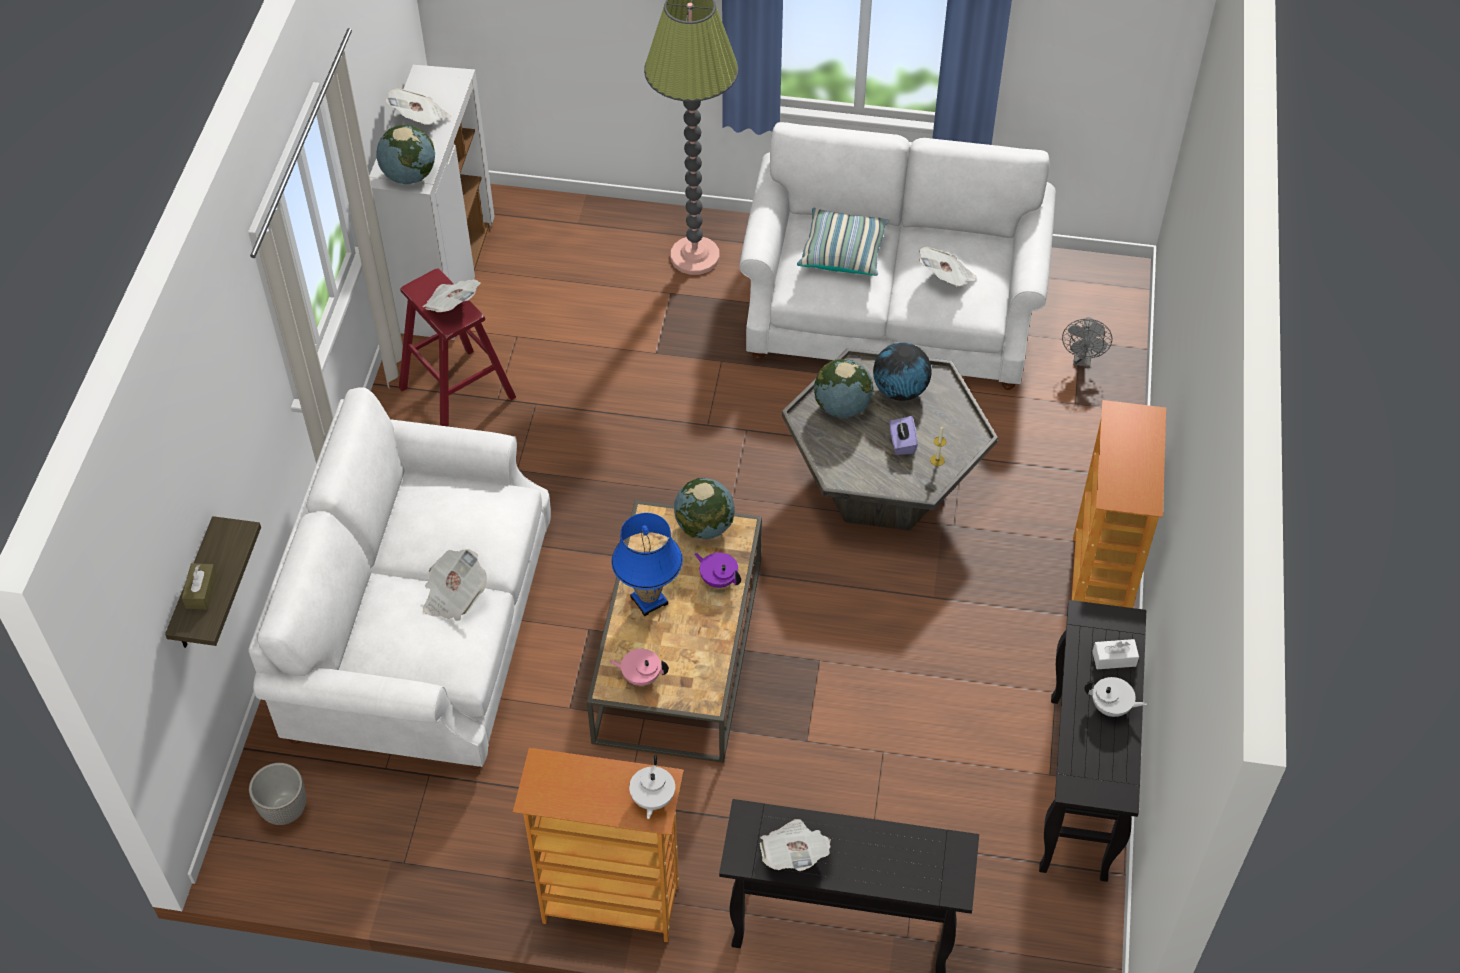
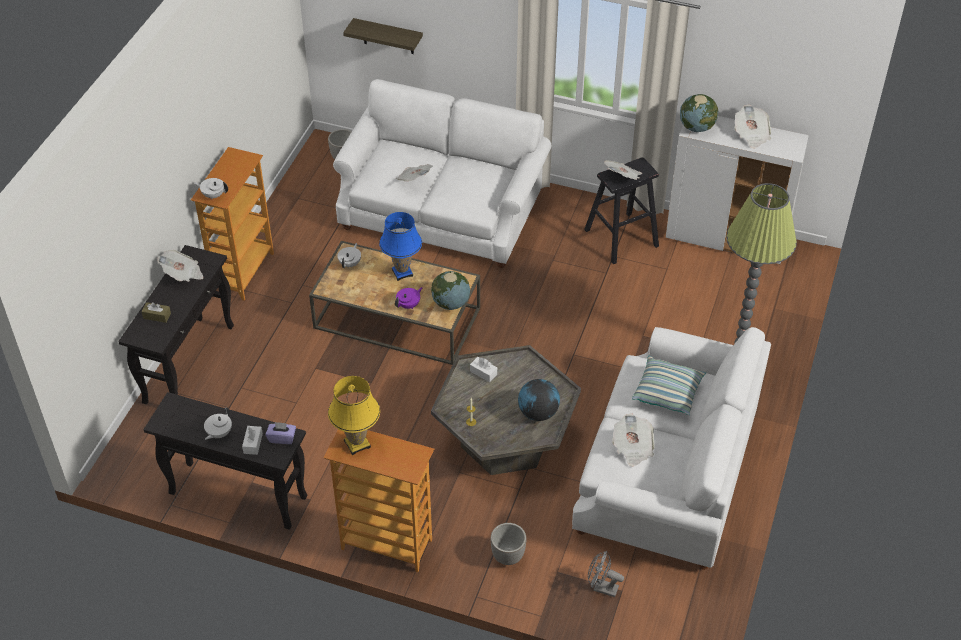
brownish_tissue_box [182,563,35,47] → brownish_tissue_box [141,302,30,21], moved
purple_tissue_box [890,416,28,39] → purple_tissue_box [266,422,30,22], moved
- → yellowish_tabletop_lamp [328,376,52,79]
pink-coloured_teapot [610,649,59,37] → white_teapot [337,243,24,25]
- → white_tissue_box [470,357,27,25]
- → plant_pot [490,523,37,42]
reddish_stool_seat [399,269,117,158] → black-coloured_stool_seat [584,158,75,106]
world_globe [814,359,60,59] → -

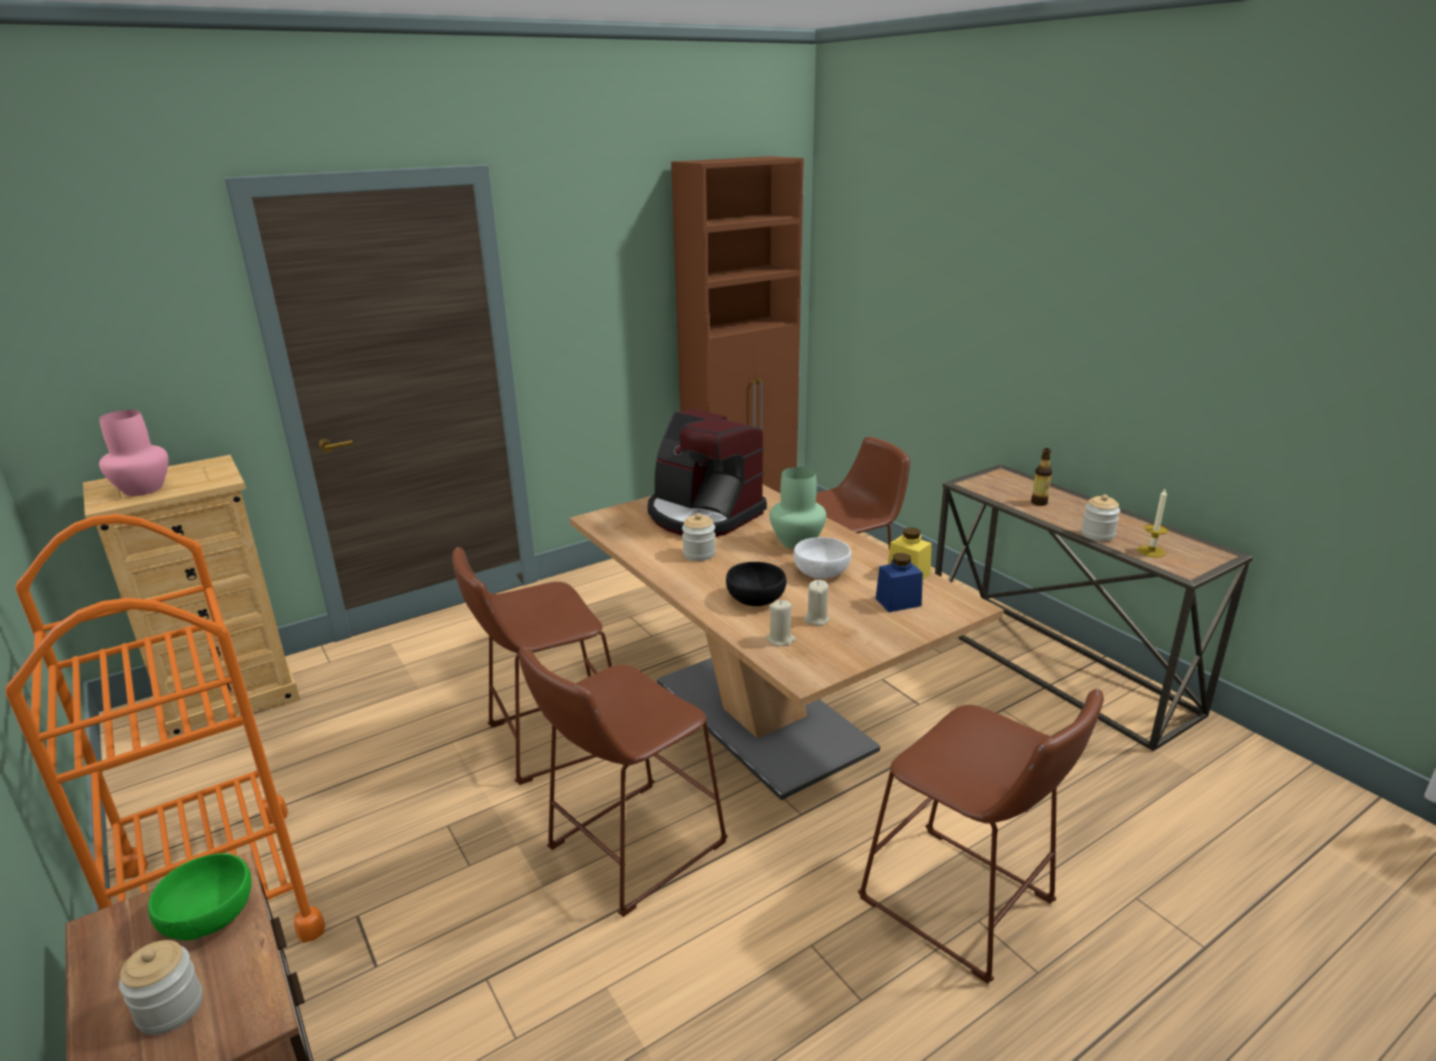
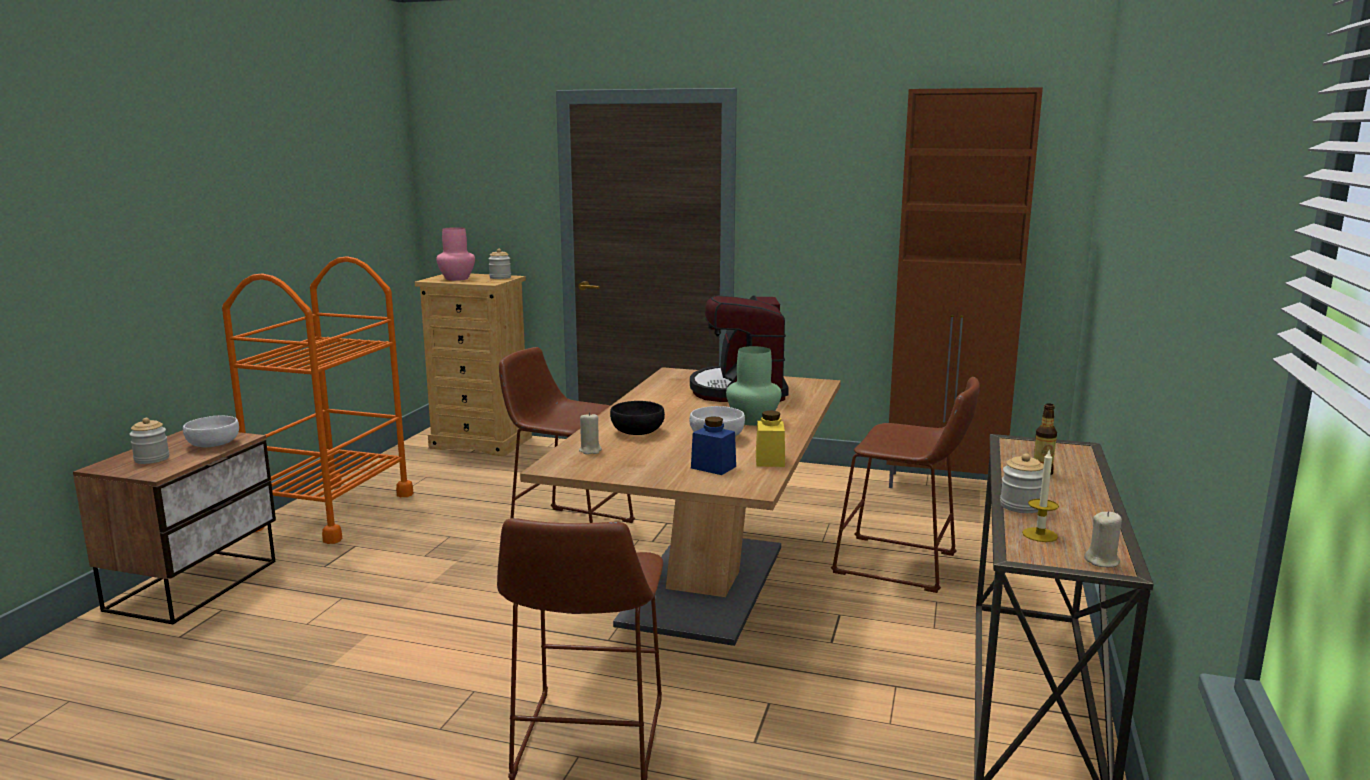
green_bowl [148,853,103,88] → white_bowl [183,415,56,32]
storage_jar [682,513,34,48] → storage_jar [489,249,22,30], moved
beige-coloured_wax_light [804,580,26,46] → beige-coloured_wax_light [1084,511,38,57], moved
brownish_stool_seat [519,646,209,271] → -

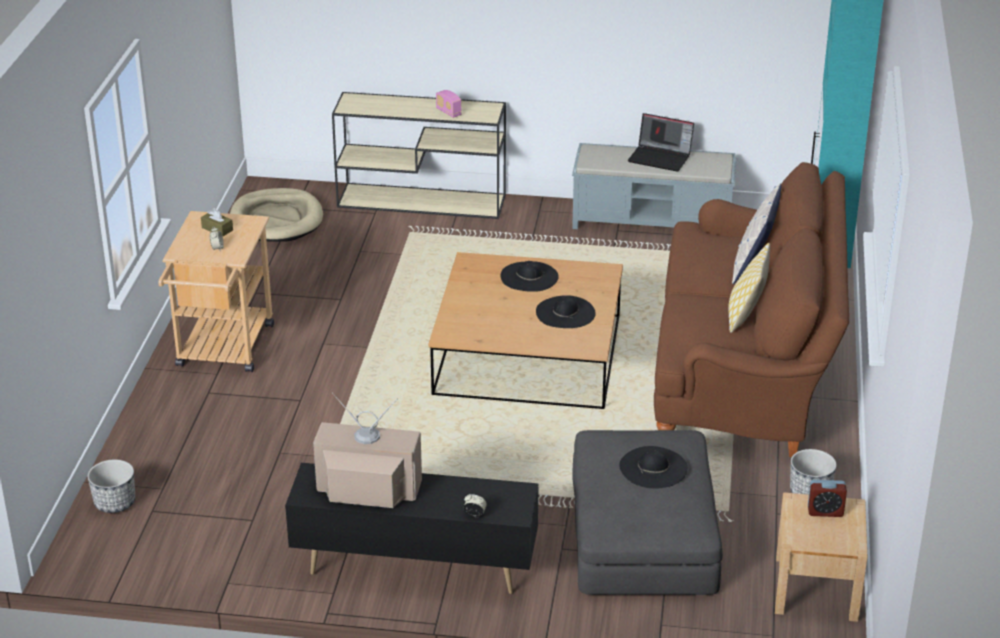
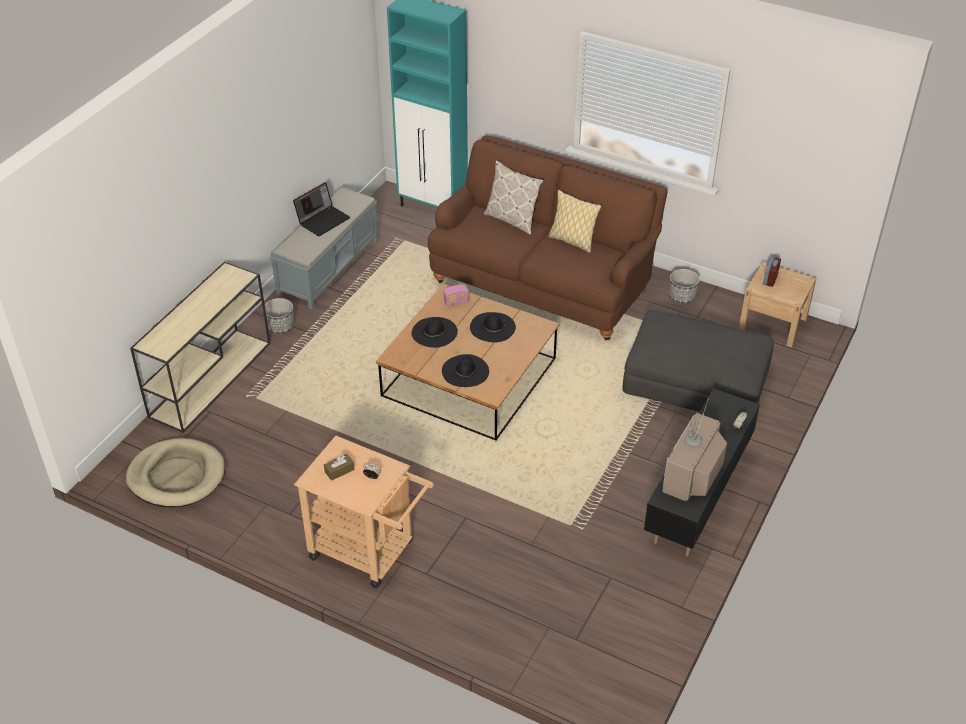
plant_pot [88,459,47,54] → plant_pot [263,298,31,36], moved
black-coloured_wearable_hat [619,446,69,43] → black-coloured_wearable_hat [442,354,47,33], moved
radio_set [436,90,26,28] → radio_set [444,285,25,21], moved

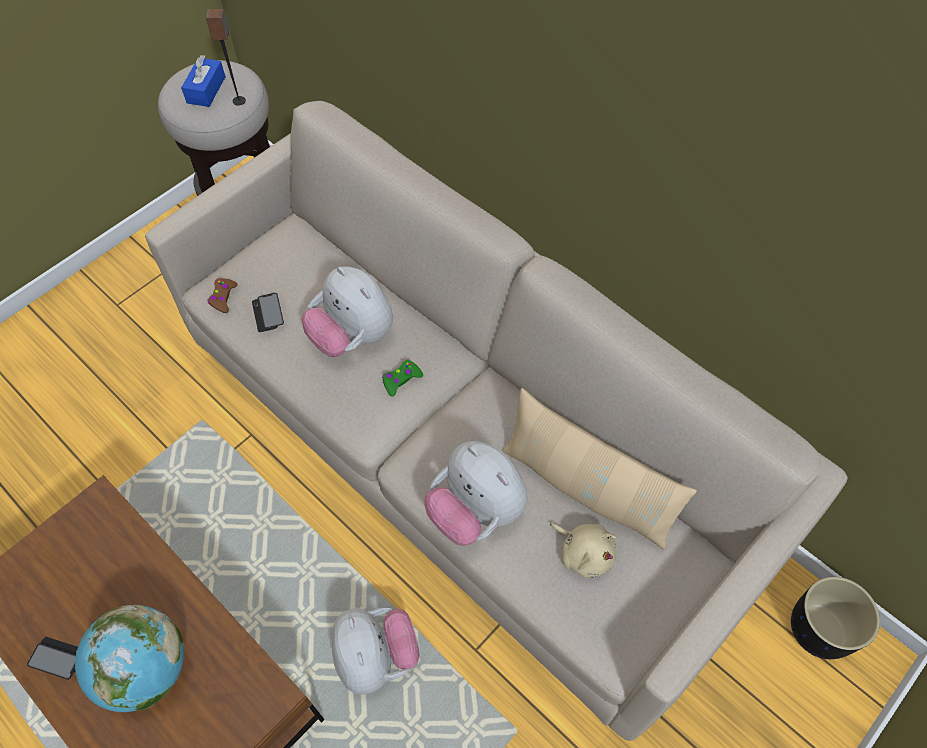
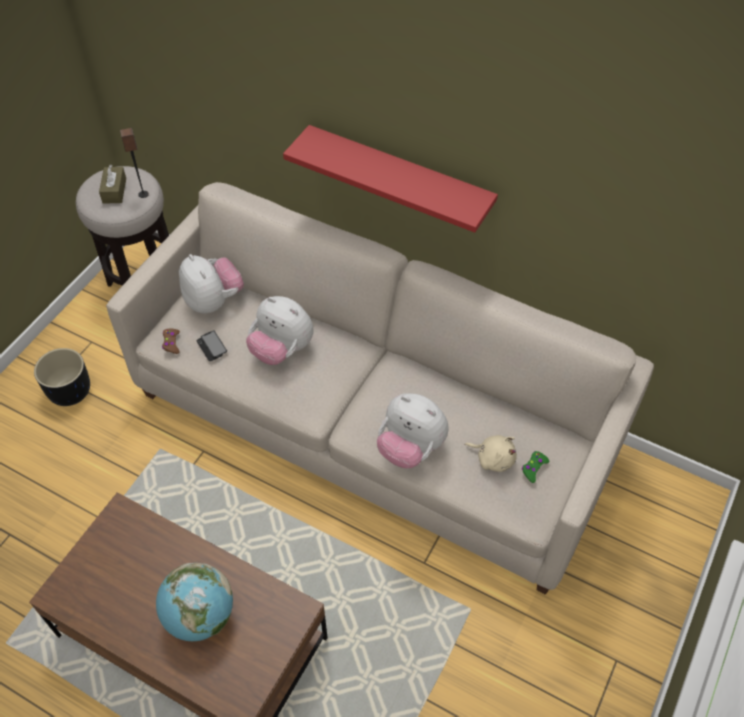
black-coloured_plant_pot [791,577,89,82] → black-coloured_plant_pot [34,348,56,58], moved
blue-coloured_tissue_box [181,55,45,52] → brownish_tissue_box [99,165,27,39]
soft_toy [332,607,88,88] → soft_toy [179,254,65,60], moved
- → reddish_shelf [283,125,215,108]
green_joypad [382,360,41,37] → green_joypad [522,451,27,32], moved
handset [27,637,51,43] → -
beige-coloured_throw_pillow [502,388,195,162] → -

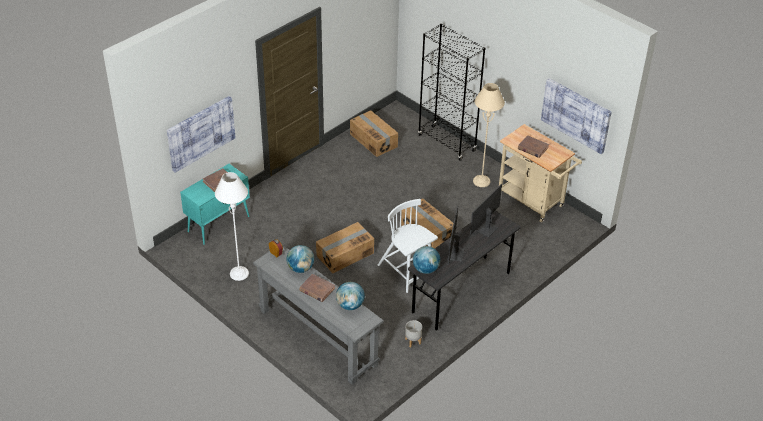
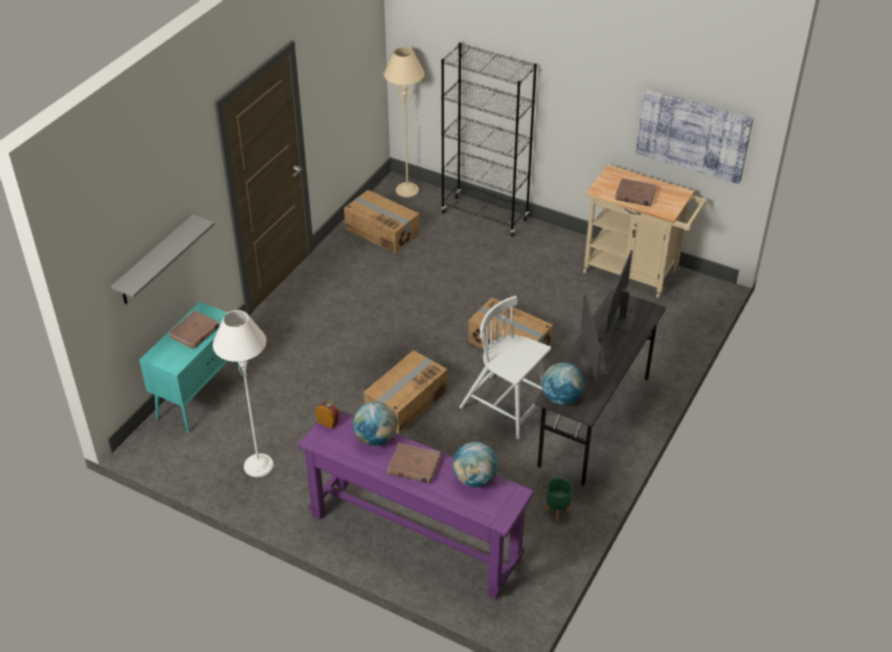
wall_art [167,96,69,77] → gray_shelf [111,214,104,90]
gray_narrow_table [253,245,130,140] → purple_narrow_table [297,410,237,189]
beige-coloured_standard_lamp [473,83,32,104] → beige-coloured_standard_lamp [384,47,41,150], moved
gray_plant_pot [405,320,17,27] → green_plant_pot [545,478,27,42]

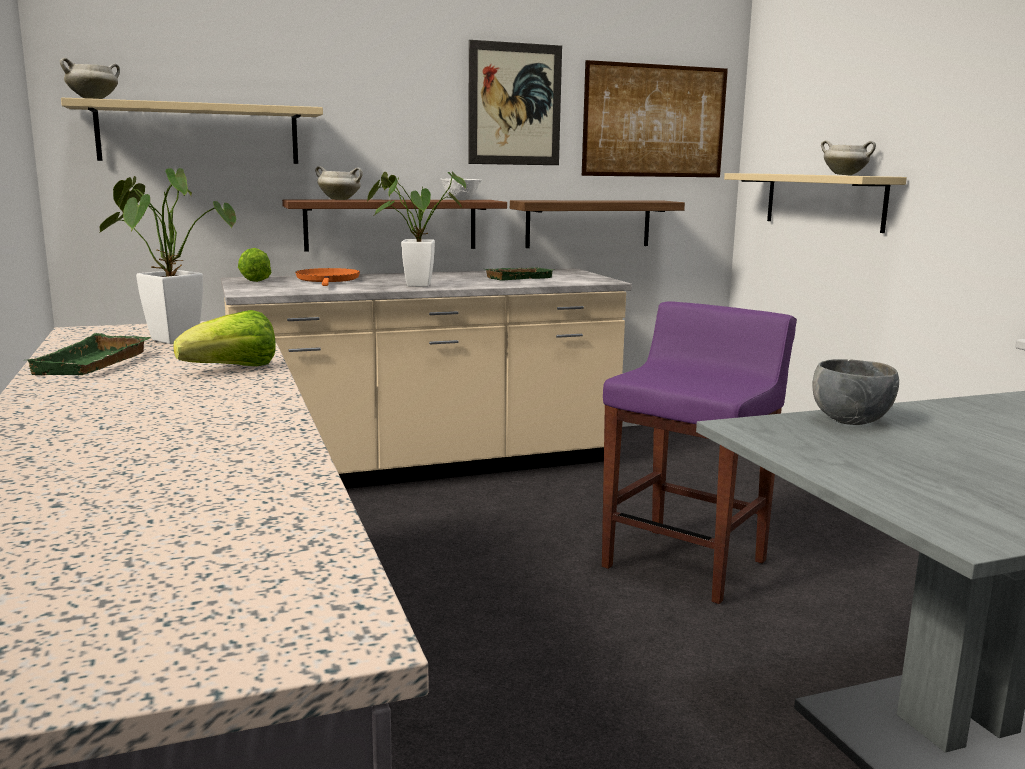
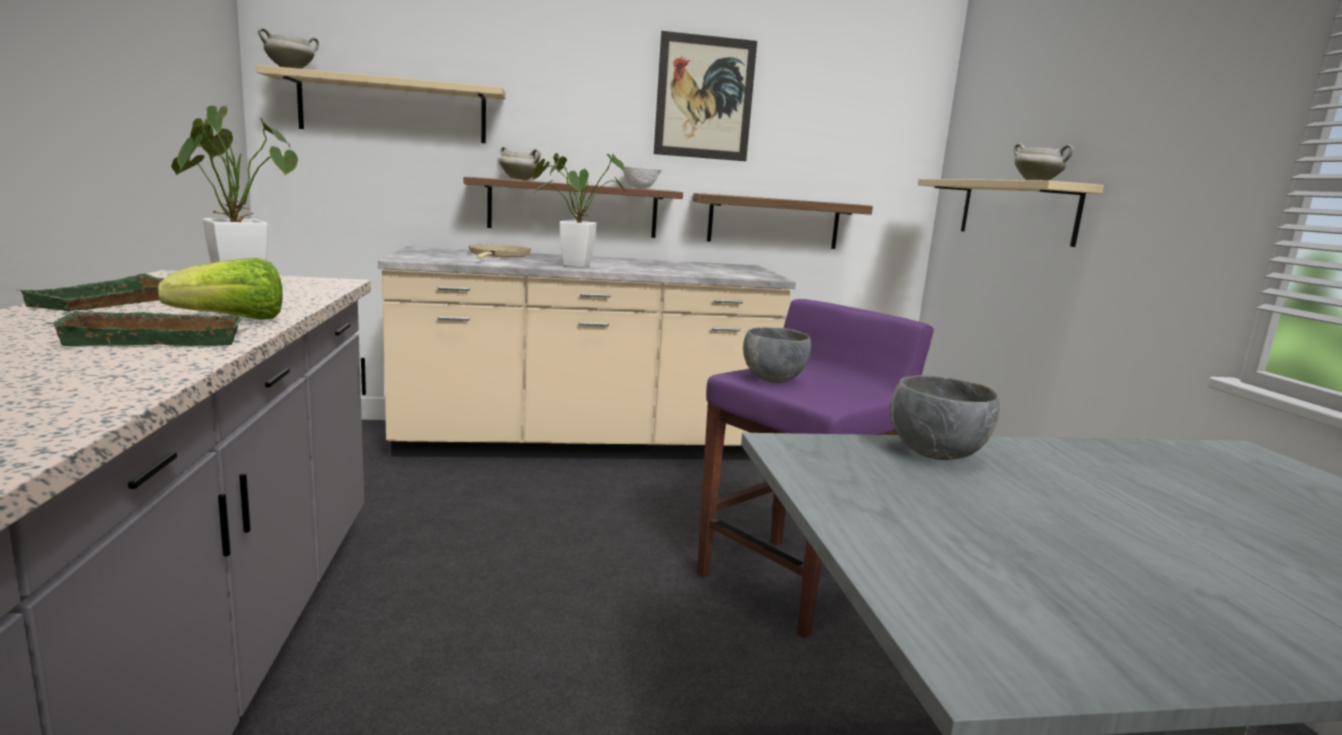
green_tray [486,267,67,14] → green_tray [45,311,202,35], moved
orangey_pan [295,268,65,18] → beige-coloured_pan [469,244,62,15]
- → gray_bowl [743,327,68,56]
lettuce [238,248,34,34] → -
wall_art [582,60,146,117] → -

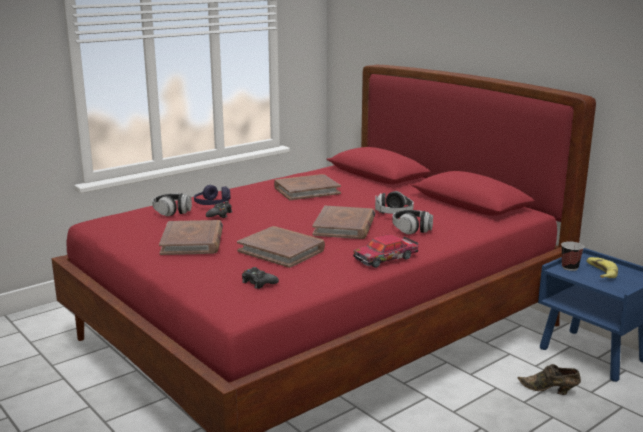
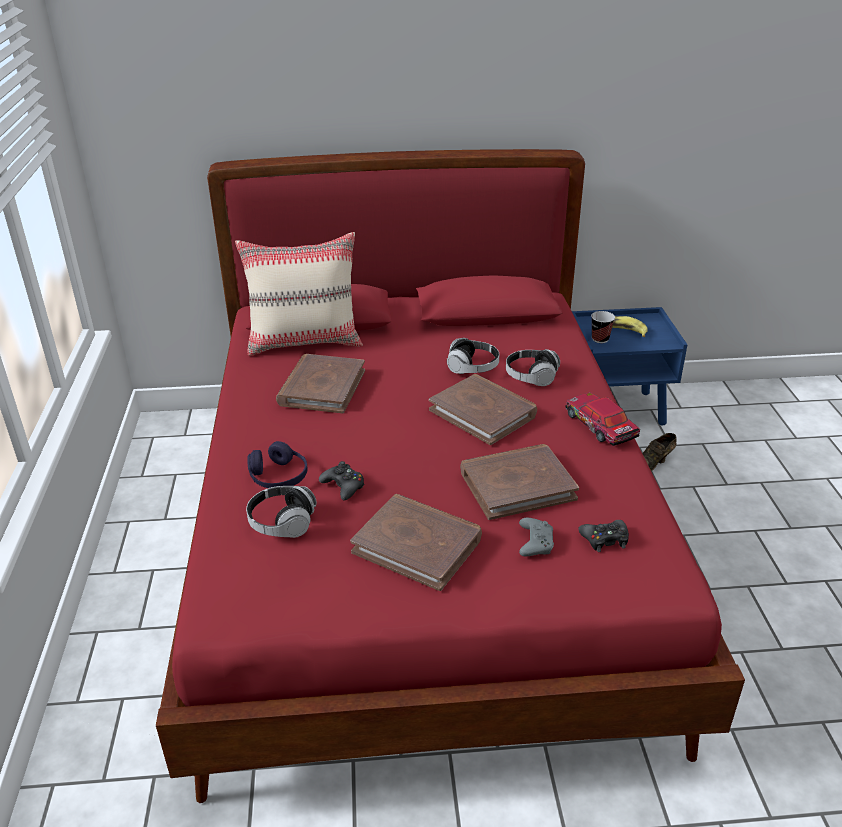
- → beige-coloured_throw_pillow [235,232,128,124]
- → gray_joypad [519,518,35,38]
miniature_car [353,234,65,34] → miniature_car [565,392,75,54], 150 degrees clockwise

